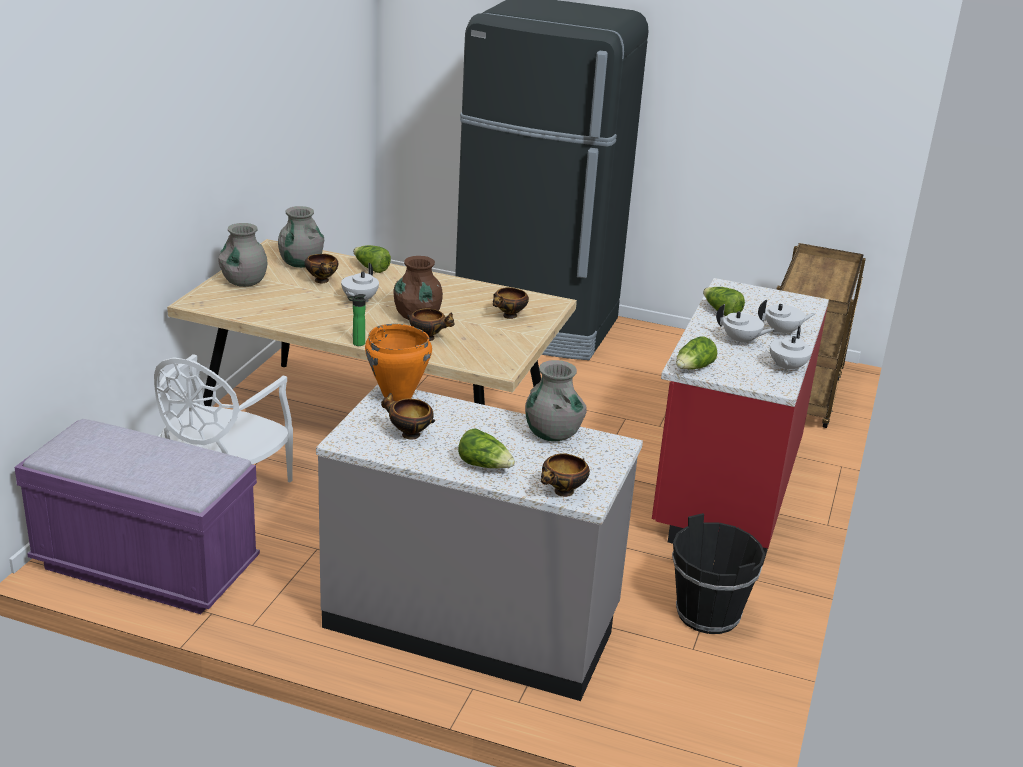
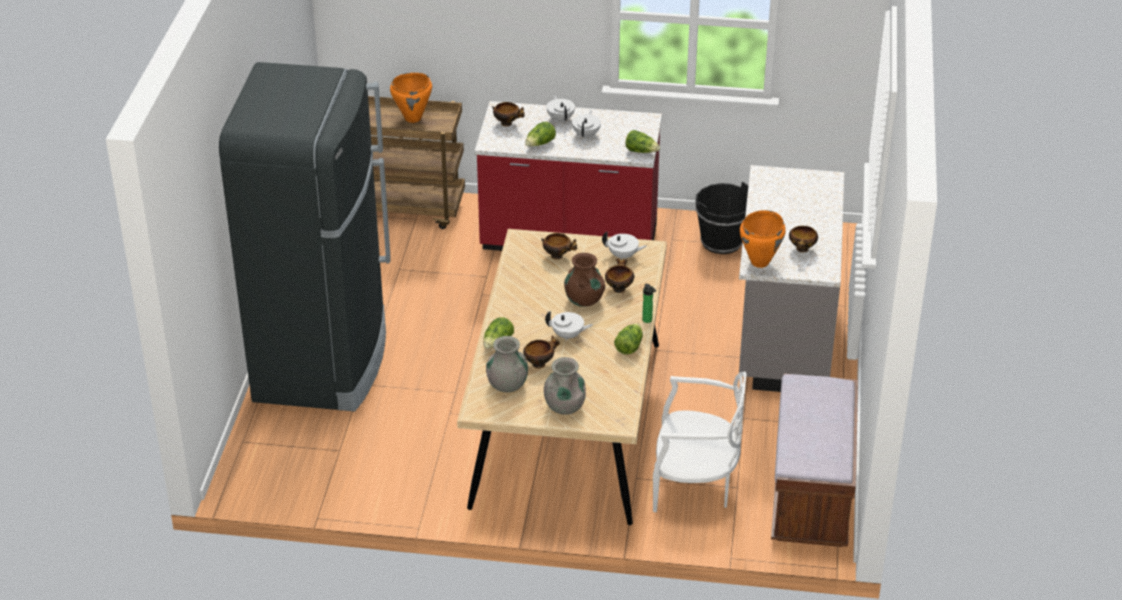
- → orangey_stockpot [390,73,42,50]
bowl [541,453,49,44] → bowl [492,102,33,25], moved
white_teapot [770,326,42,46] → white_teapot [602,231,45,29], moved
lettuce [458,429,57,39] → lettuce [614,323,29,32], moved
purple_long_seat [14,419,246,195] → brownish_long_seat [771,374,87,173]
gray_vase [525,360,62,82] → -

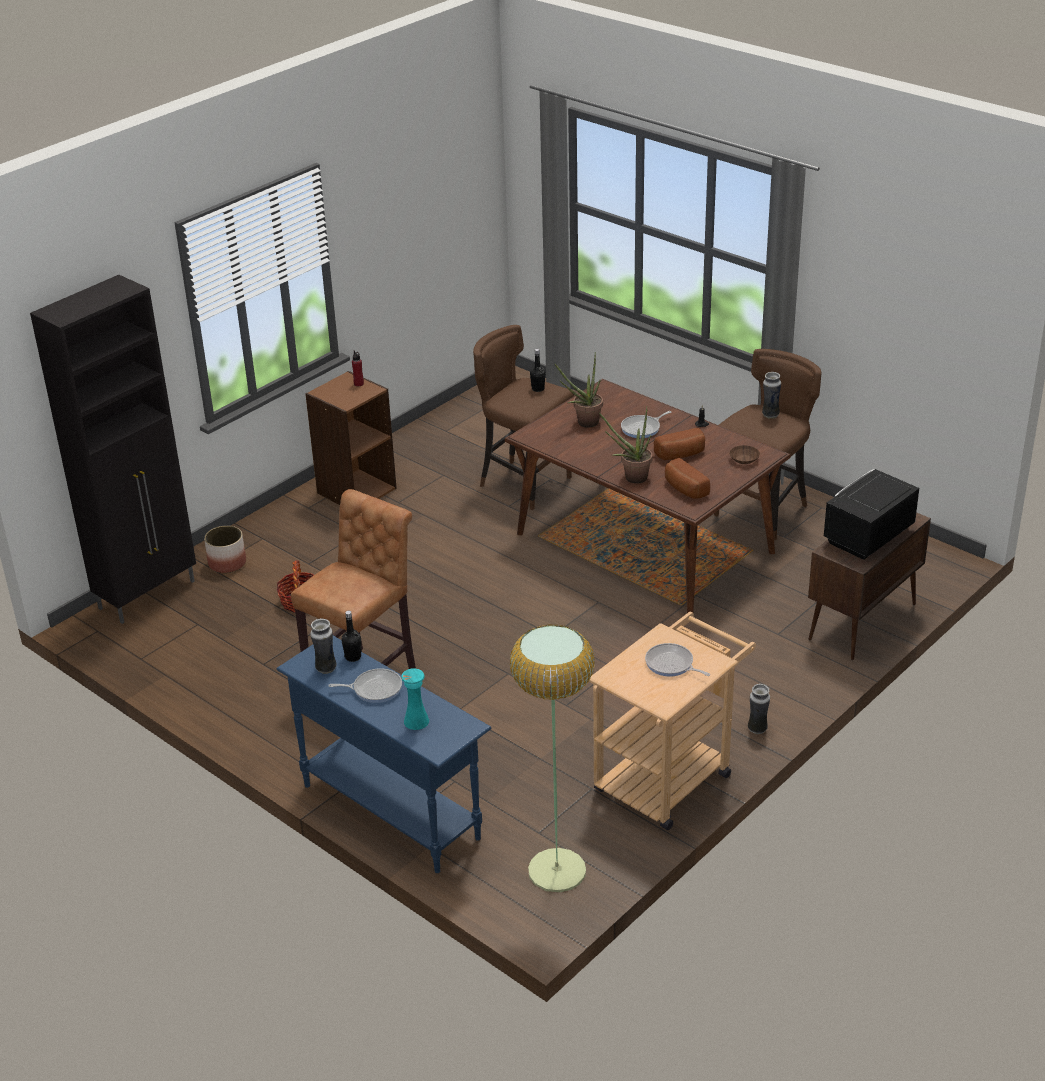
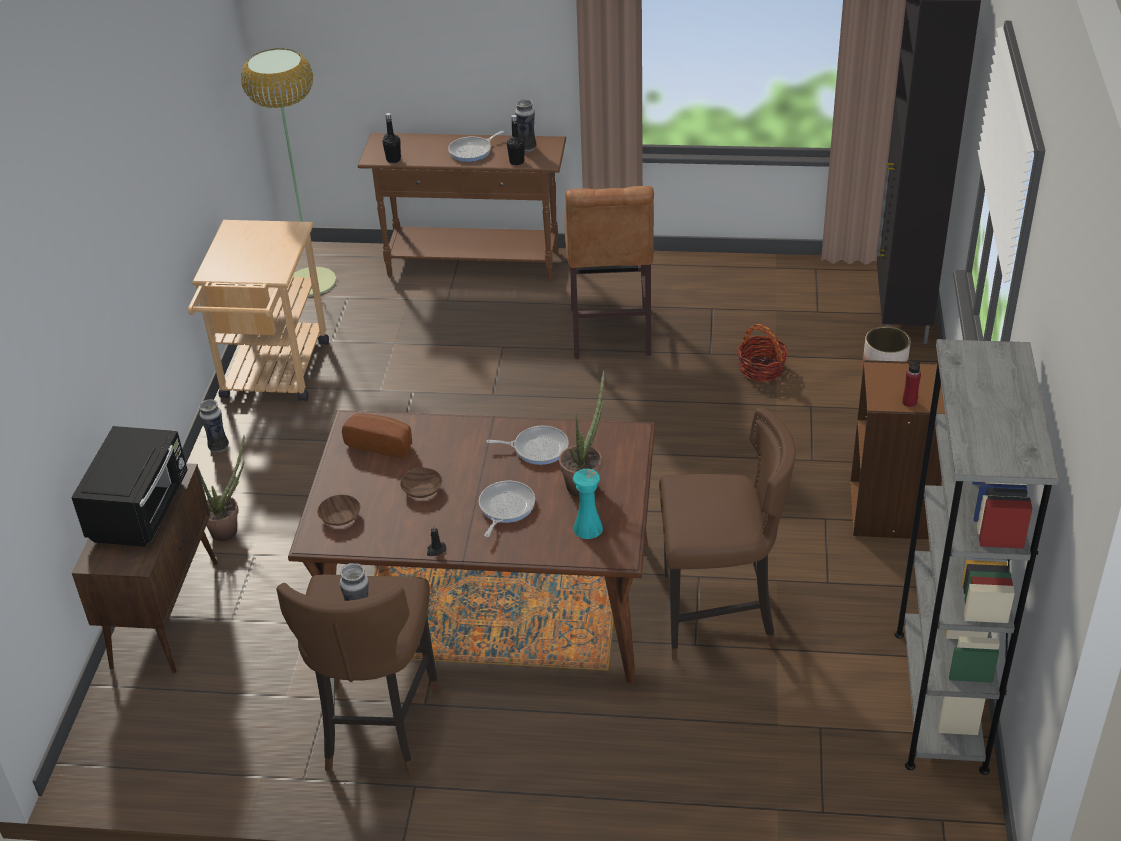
houseplant [599,406,54,78] → houseplant [199,435,46,106], moved
blue-coloured_narrow_table [277,636,214,237] → brownish_narrow_table [358,133,208,148]
black-coloured_beverage_bottle [530,349,15,43] → black-coloured_beverage_bottle [383,113,18,50], moved
bakery_bread [654,428,51,32] → brownish_bowl [400,468,42,30]
pan [645,643,65,34] → pan [486,426,83,39], moved
blue-green_vase [401,668,28,62] → blue-green_vase [573,469,30,70], moved
- → gray_shelving_unit [894,339,165,436]

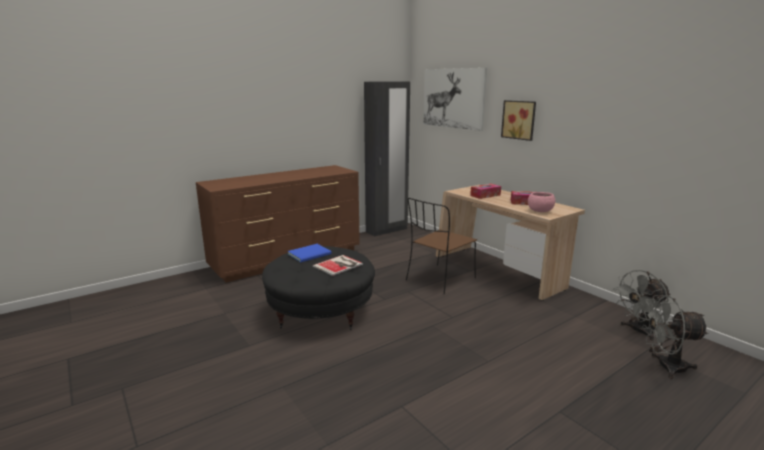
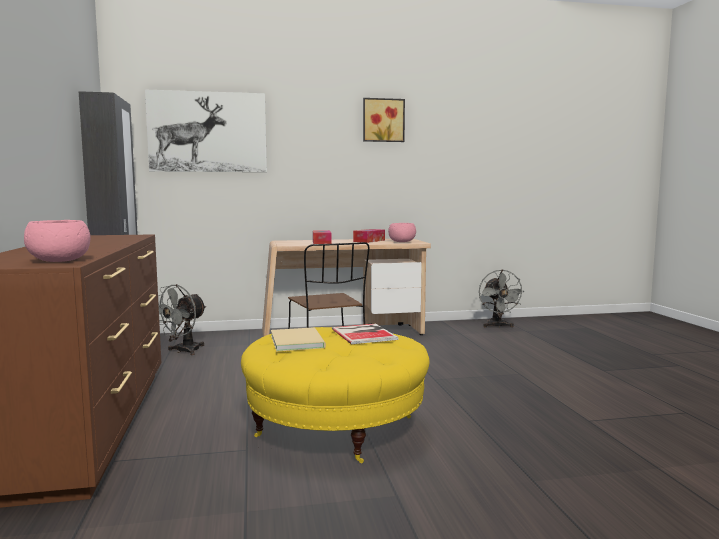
- → pink-coloured_bowl [24,220,67,42]
gray_electric_fan [641,295,68,84] → gray_electric_fan [158,284,49,71], moved
black-coloured_pouffe [262,246,113,84] → yellowish_pouffe [241,327,189,136]
blue-coloured_volume [288,244,44,18] → beige-coloured_volume [271,327,55,24]
wall_art [501,100,35,41] → wall_art [363,98,42,44], moved

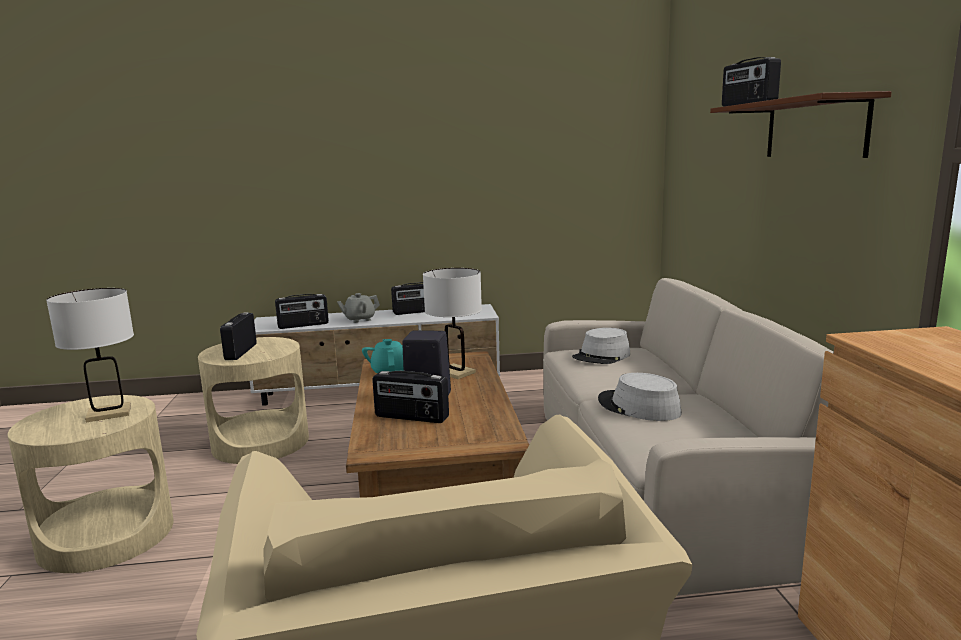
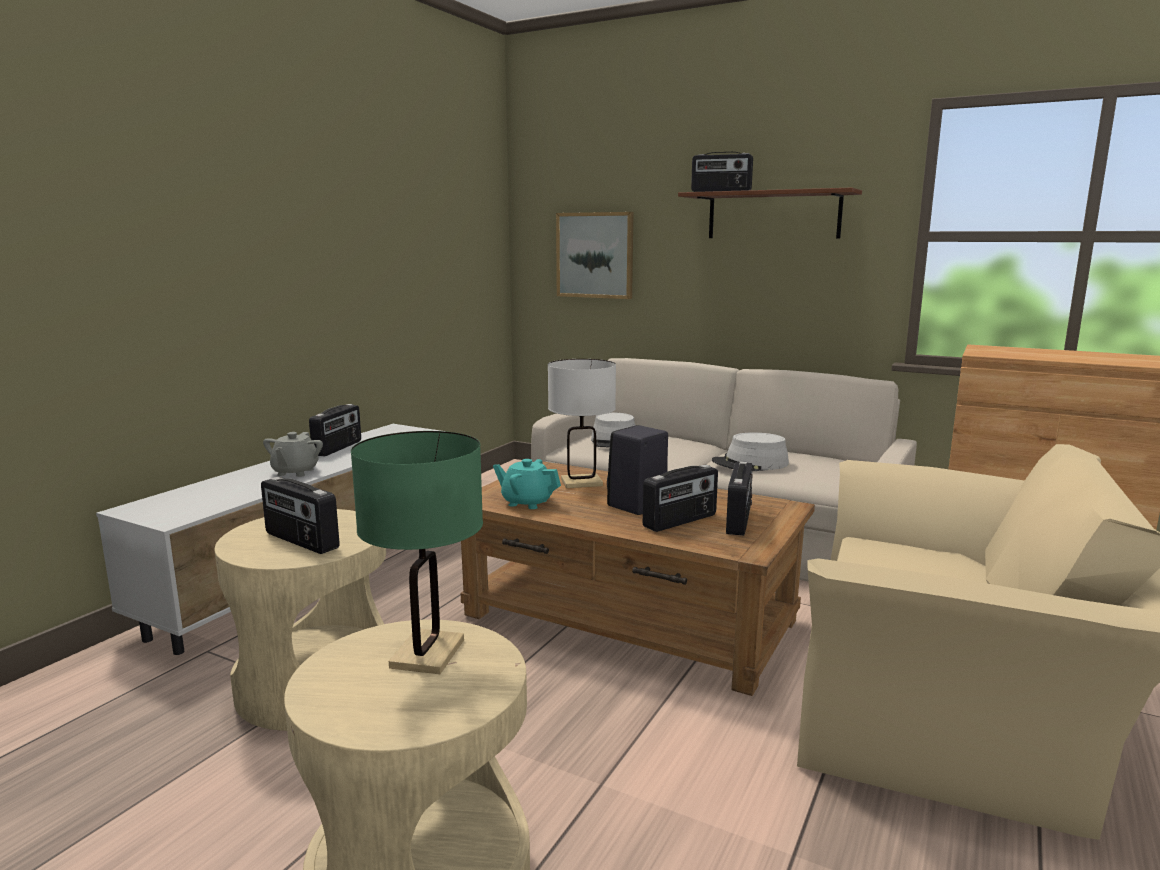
white_tabletop_lamp [46,288,88,135] → green_tabletop_lamp [351,431,132,243]
- → wall_art [556,212,78,87]
radio_set [275,294,54,35] → radio_set [726,461,27,75], moved

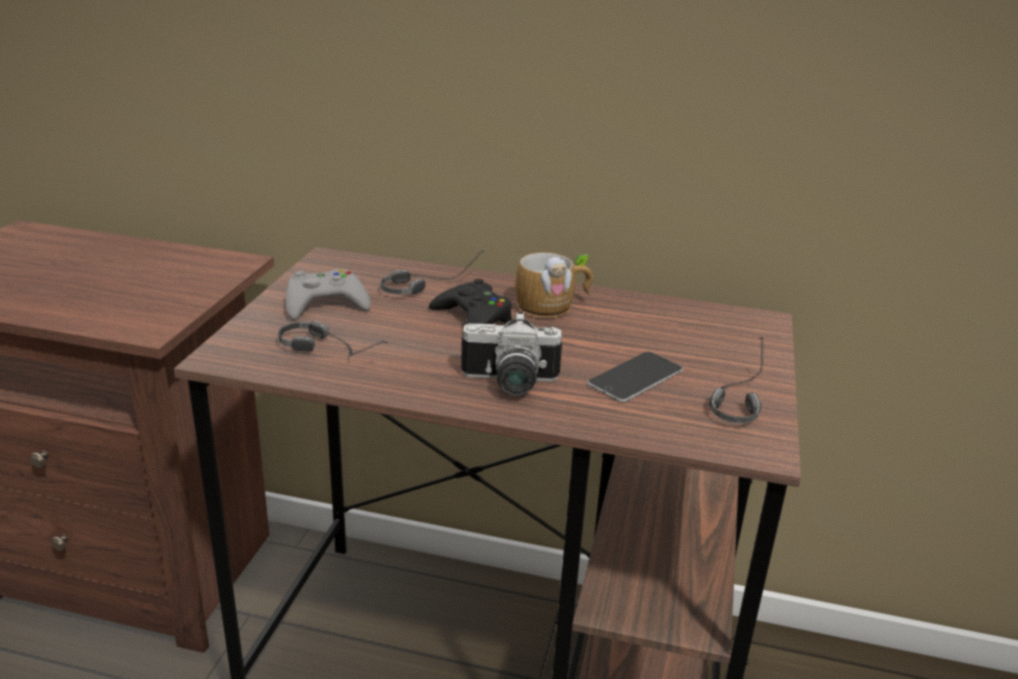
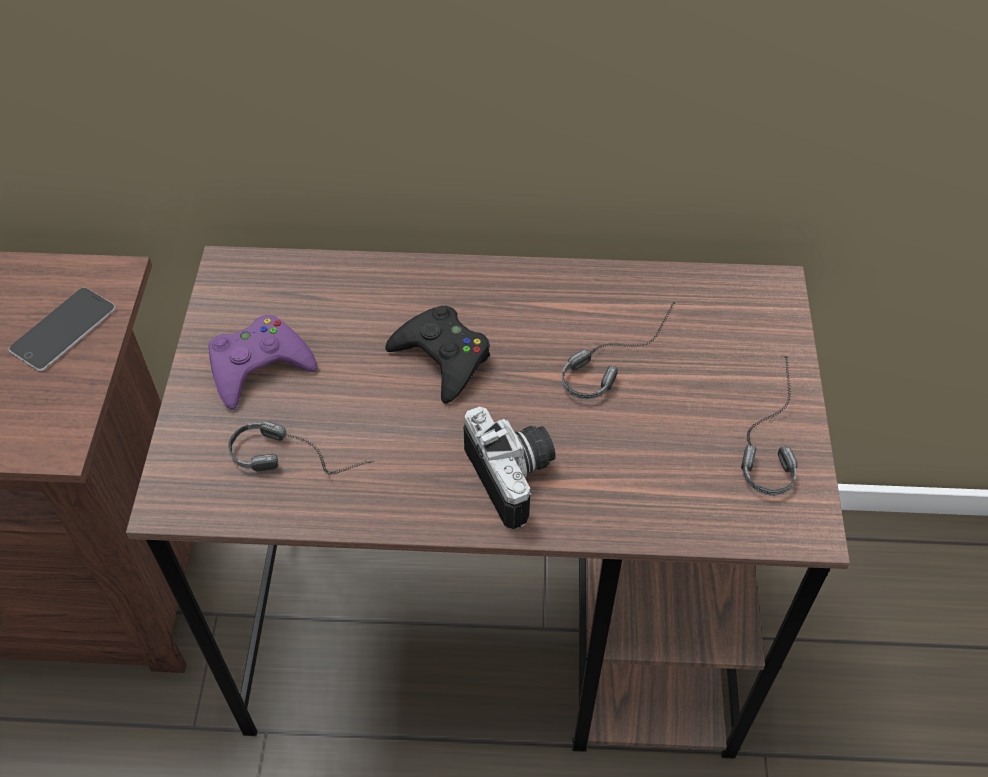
handset [587,351,96,51] → handset [9,287,107,84], moved
gray_joypad [286,269,85,51] → purple_joypad [208,315,109,95]
photo_camera [461,312,101,84] → photo_camera [464,406,92,123], 105 degrees counterclockwise
headphones [381,251,103,44] → headphones [562,301,113,98], moved
coffee_mug [515,253,78,65] → -

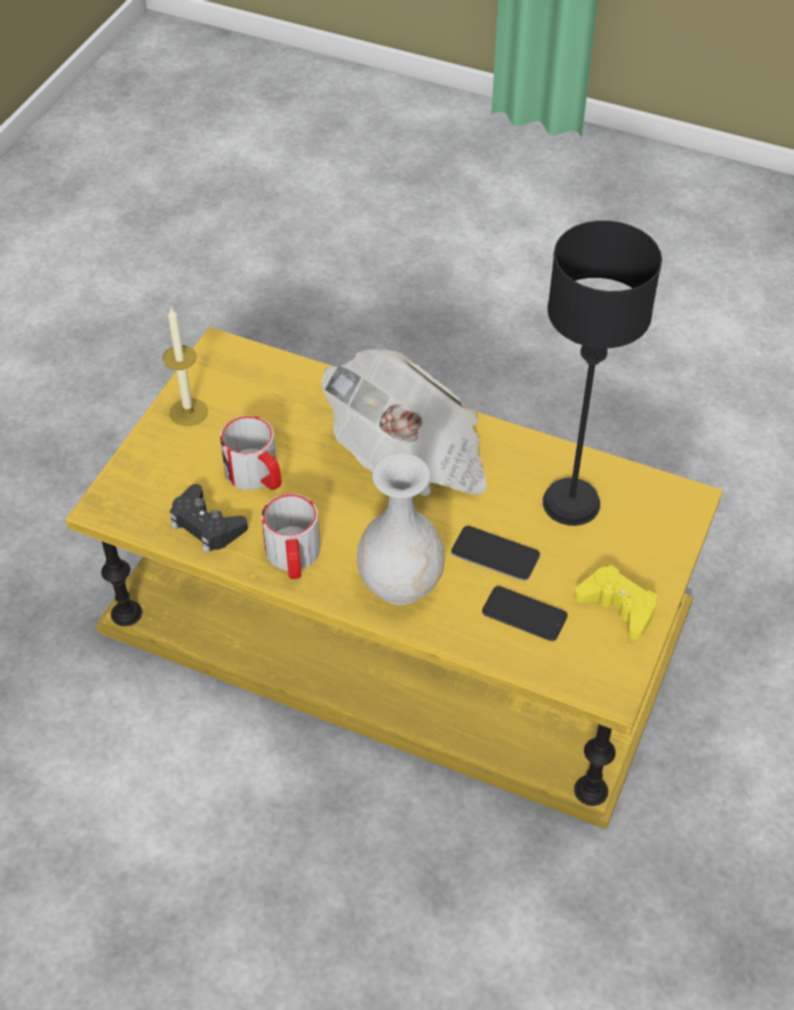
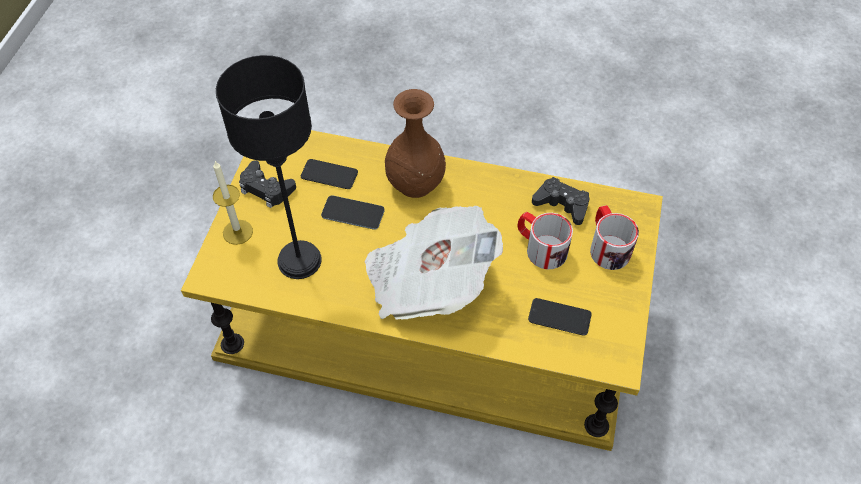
wax_light [163,307,45,119] → wax_light [213,161,40,84], moved
yellowish_joypad [574,565,84,74] → black-coloured_joypad [239,160,57,48]
white_vase [357,453,88,152] → brownish_vase [385,89,61,109]
- → handset [528,298,64,38]
coffee_mug [261,494,59,85] → coffee_mug [590,205,49,65], moved

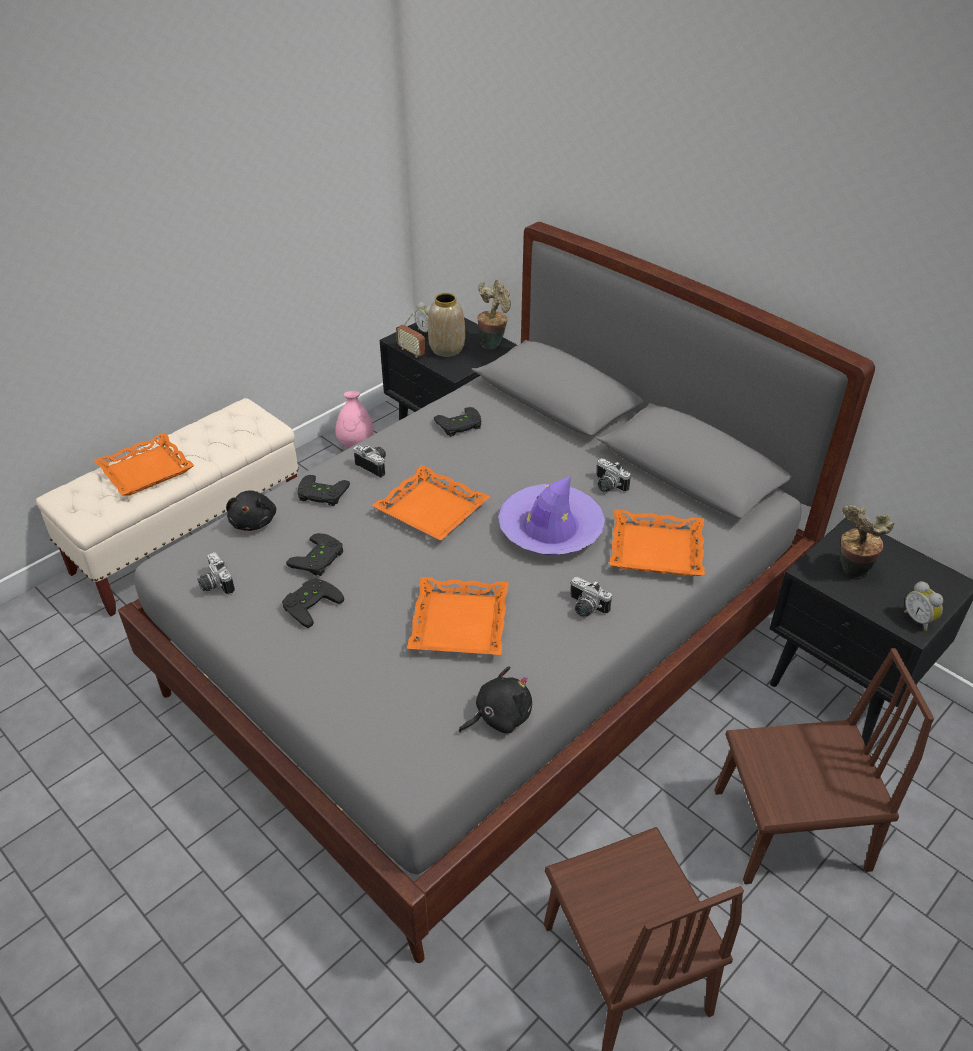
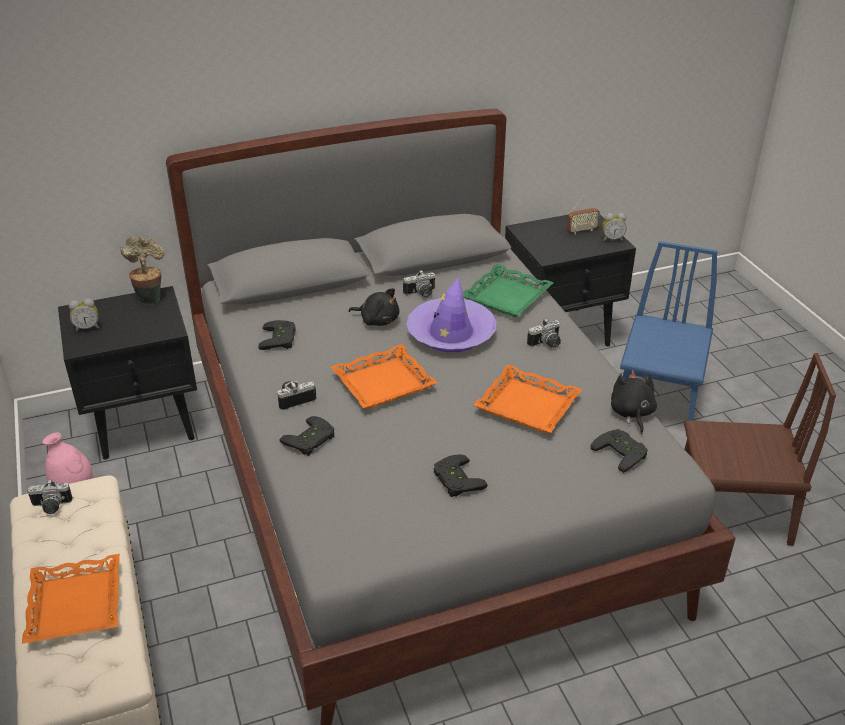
photo_camera [198,552,37,43] → photo_camera [27,479,46,35], moved
black-coloured_soft_toy [226,490,50,41] → black-coloured_soft_toy [349,288,50,38], moved
orangey_tray [609,510,96,66] → green_tray [463,264,90,53]
radio_set [396,313,29,45] → radio_set [567,194,33,40], moved
black-coloured_joypad [286,533,57,43] → black-coloured_joypad [591,429,57,44], moved
brownish_chair [714,648,220,236] → blue-coloured_chair [620,241,98,180]
vase [428,293,37,64] → -
houseplant [840,505,55,72] → -

